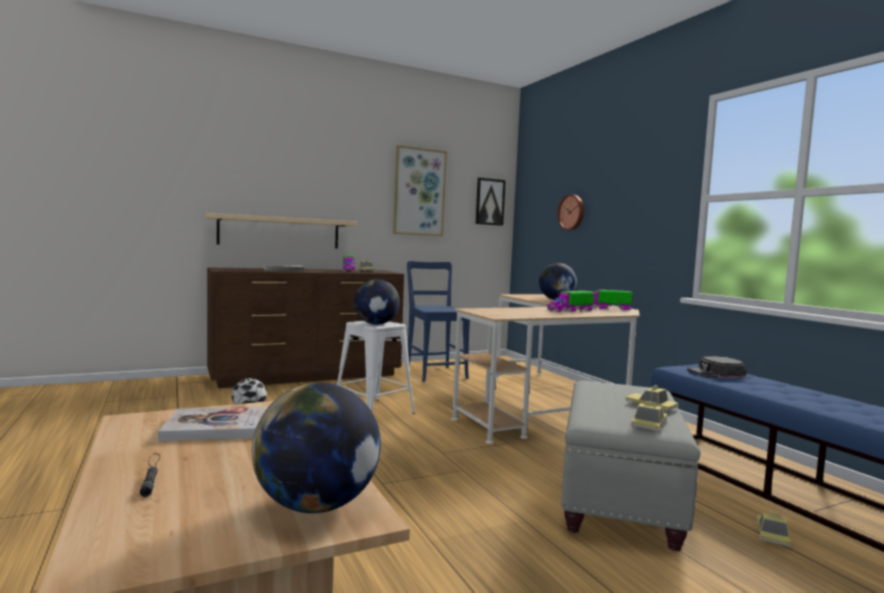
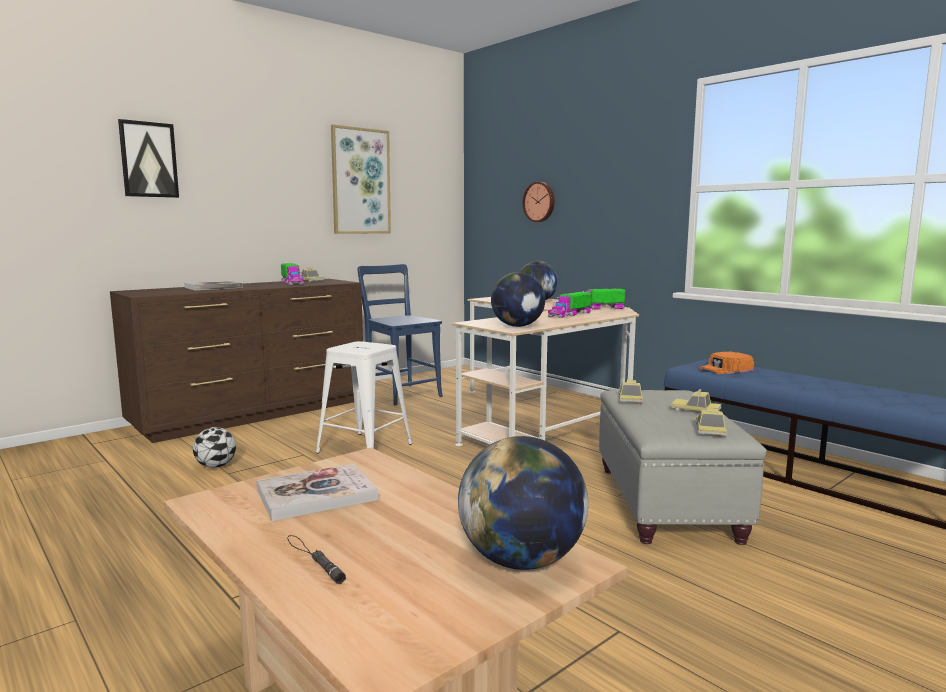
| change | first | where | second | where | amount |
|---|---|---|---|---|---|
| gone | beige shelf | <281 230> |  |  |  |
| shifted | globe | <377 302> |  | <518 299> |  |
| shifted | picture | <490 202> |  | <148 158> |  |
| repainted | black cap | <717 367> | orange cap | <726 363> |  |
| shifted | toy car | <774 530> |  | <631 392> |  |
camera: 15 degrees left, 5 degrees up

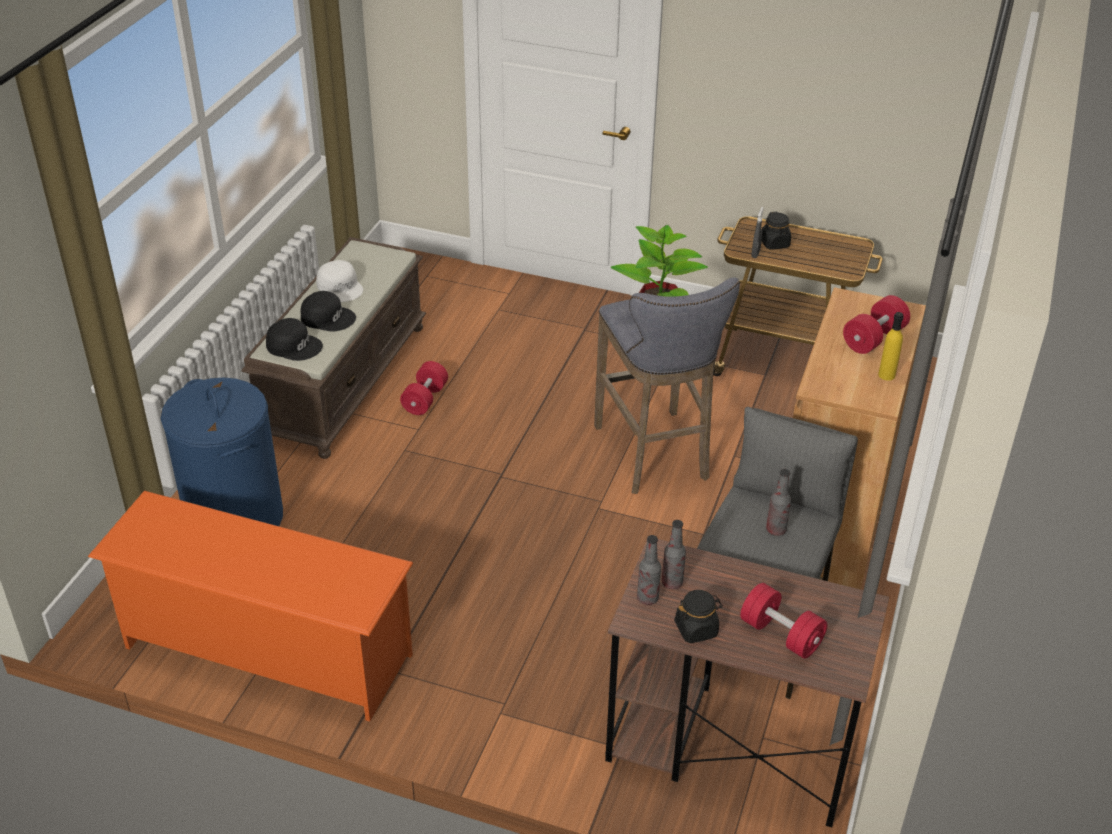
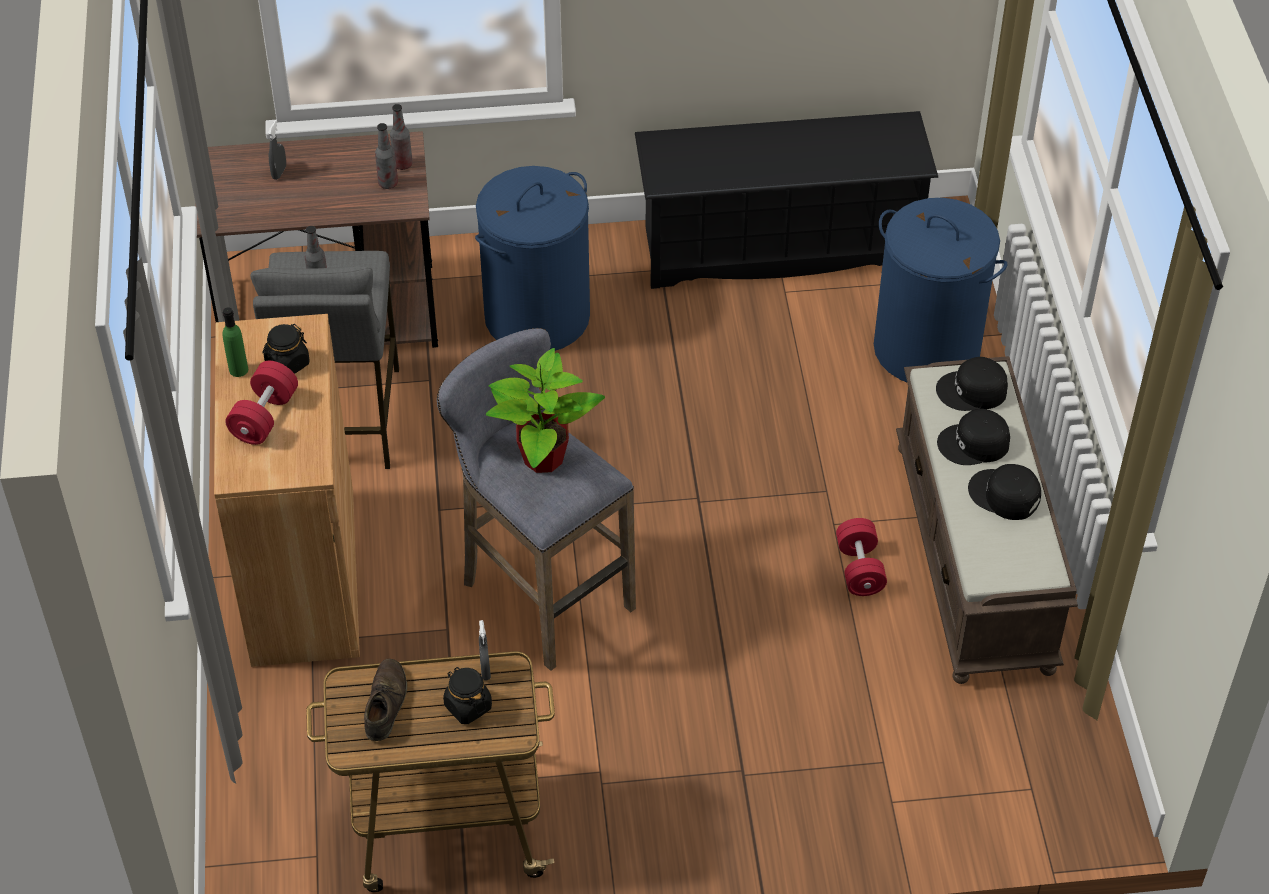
| change | first | where | second | where | amount |
|---|---|---|---|---|---|
| repainted | orange shoe rack | <250 606> | black shoe rack | <786 200> |  |
| repainted | white cap | <339 281> | black cap | <1004 492> |  |
| shifted | black jar | <698 616> |  | <286 349> |  |
| swapped | red dumbbell | <784 621> | grey spray bottle | <277 149> |  |
| repainted | yellow bottle | <891 346> | green bottle | <235 342> |  |
| new |  |  | brown shoe | <385 700> |  |
| new |  |  | blue laundry basket | <532 258> |  |
camera: 155 degrees right, 10 degrees up

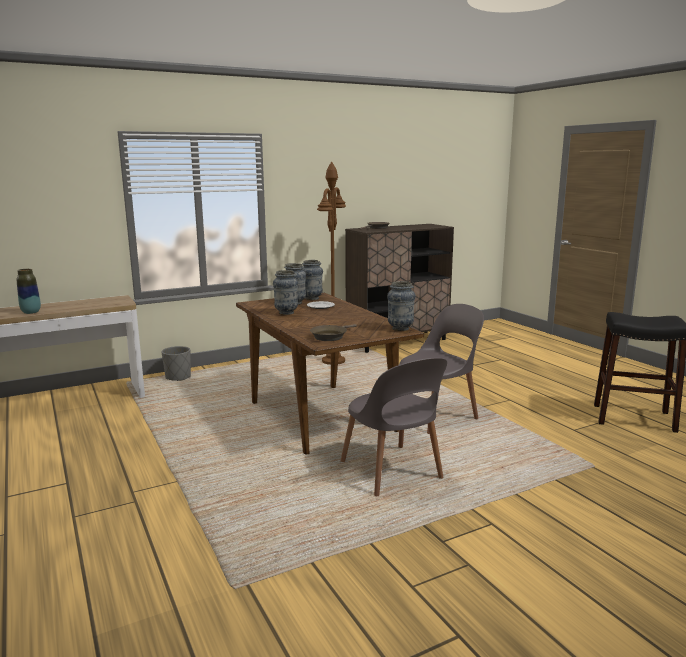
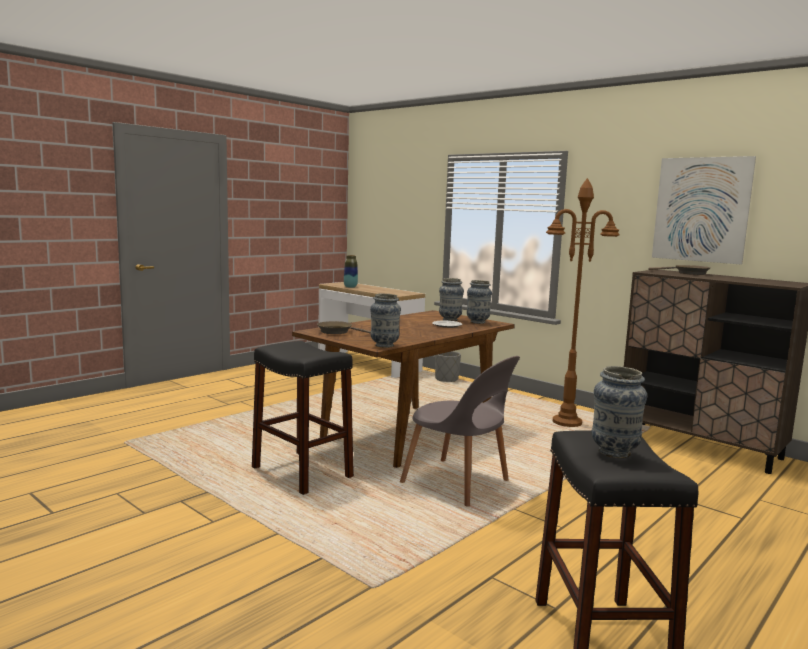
| change | first | where | second | where | amount |
|---|---|---|---|---|---|
| shifted | vase | <285 292> |  | <619 412> |  |
| swapped | grey chair | <394 427> | black stool | <303 418> |  |
| new |  |  | picture | <704 210> |  |
camera: 70 degrees right, 5 degrees down

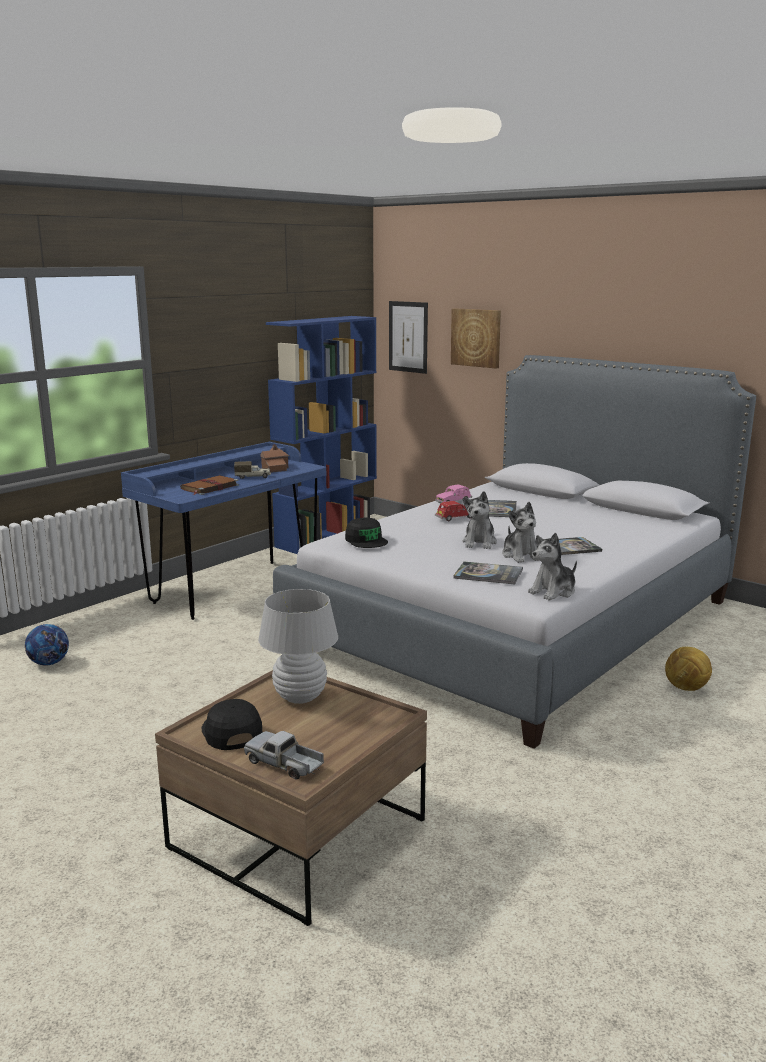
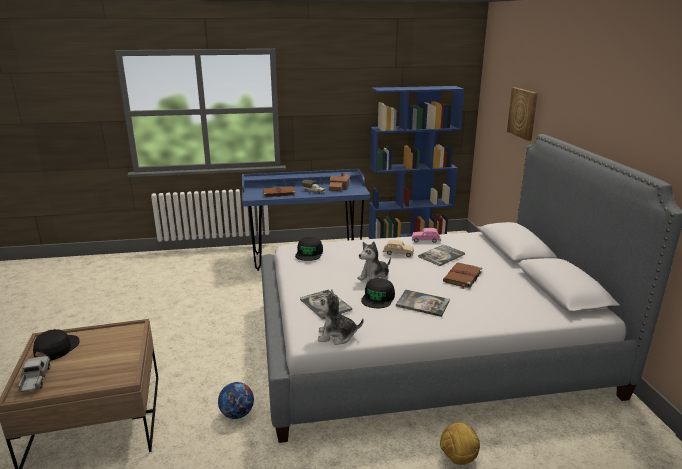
| change | first | where | second | where | amount |
|---|---|---|---|---|---|
| shifted | football | <47 645> |  | <236 400> |  |
| gone | white table lamp | <298 646> |  |  |  |
| gone | picture | <408 337> |  |  |  |
| repainted | red toy car | <453 511> | beige toy car | <398 248> |  |
| swapped | plush toy | <520 532> | black cap | <378 293> |  |
| new |  |  | brown book | <462 276> |  |
camera: 40 degrees right, 5 degrees up

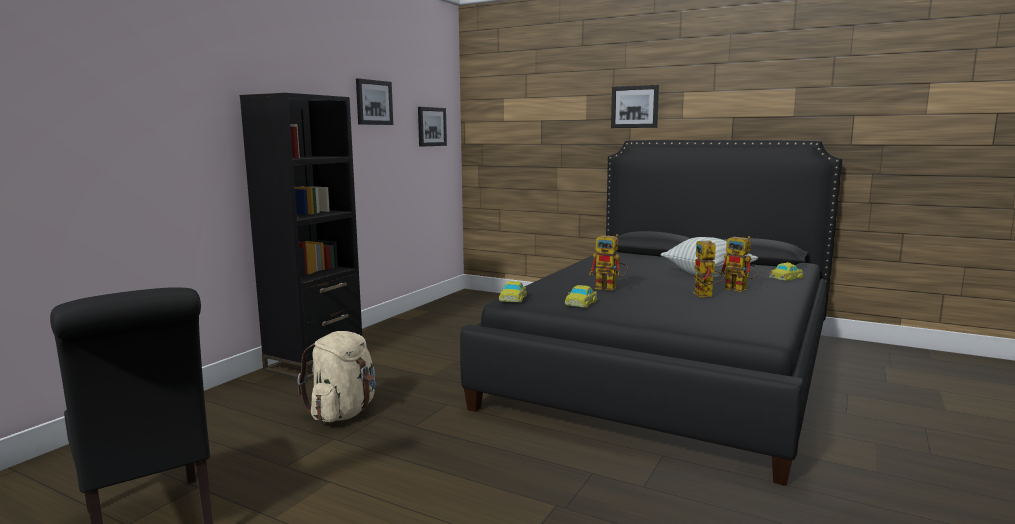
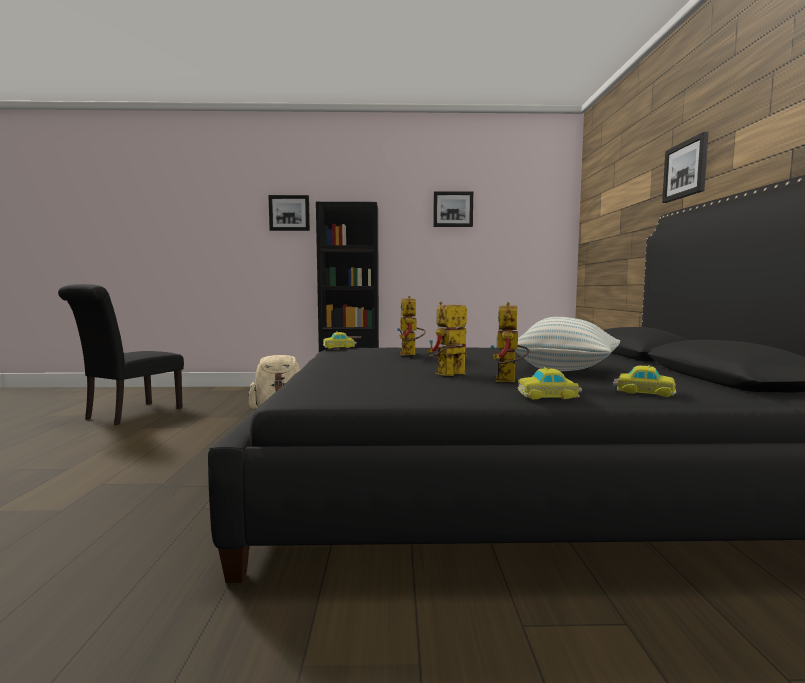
| change | first | where | second | where | amount |
|---|---|---|---|---|---|
| shifted | picture | <432 127> |  | <289 213> |  |
| shifted | toy car | <581 296> |  | <550 383> |  |
camera: 60 degrees right, 5 degrees down

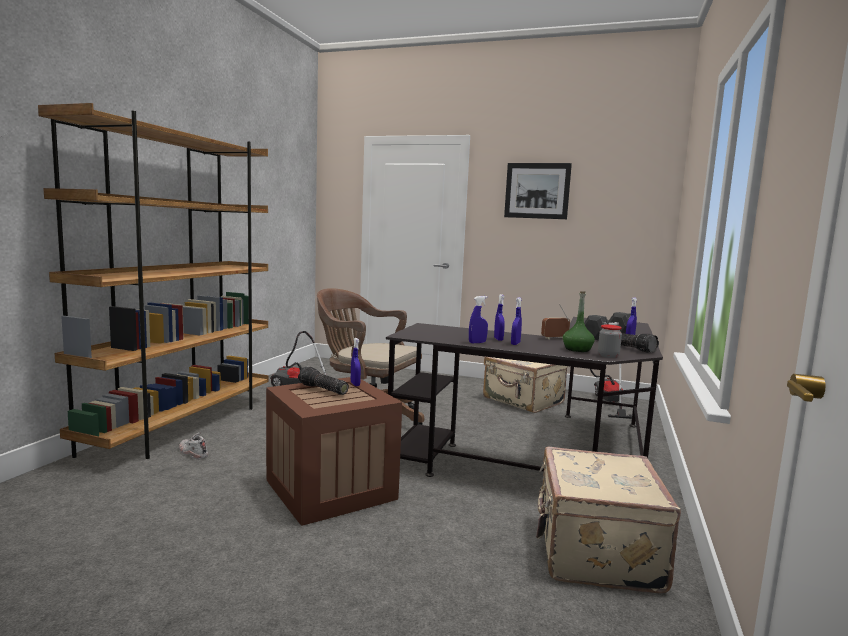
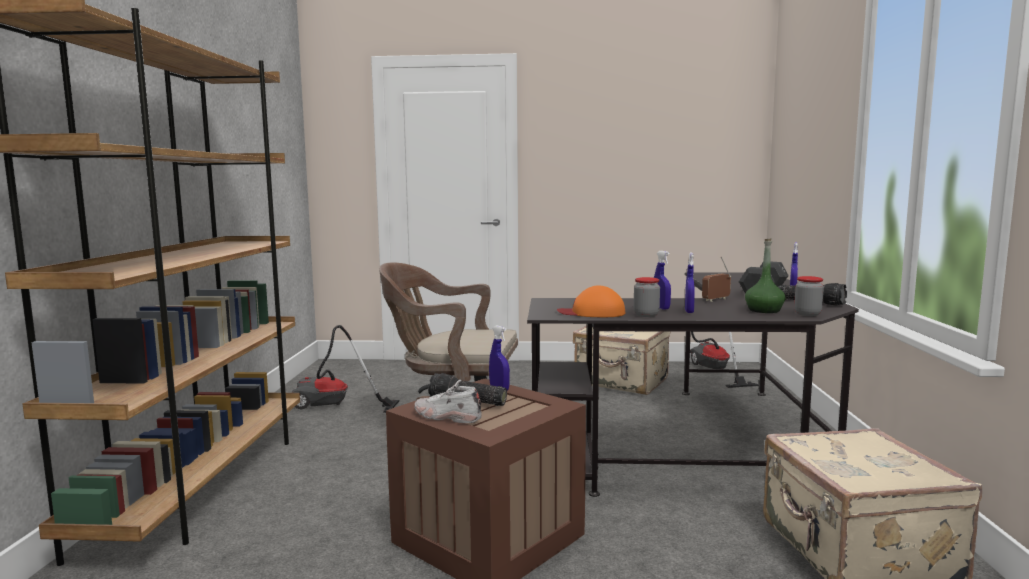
| change | first | where | second | where | amount |
|---|---|---|---|---|---|
| shifted | white shoe | <193 446> |  | <448 401> |  |
| swapped | blue spray bottle | <478 319> | jar | <647 297> |  |
| gone | picture | <538 191> |  |  |  |
| new |  |  | orange cap | <591 301> |  |
camera: 15 degrees left, 0 degrees up

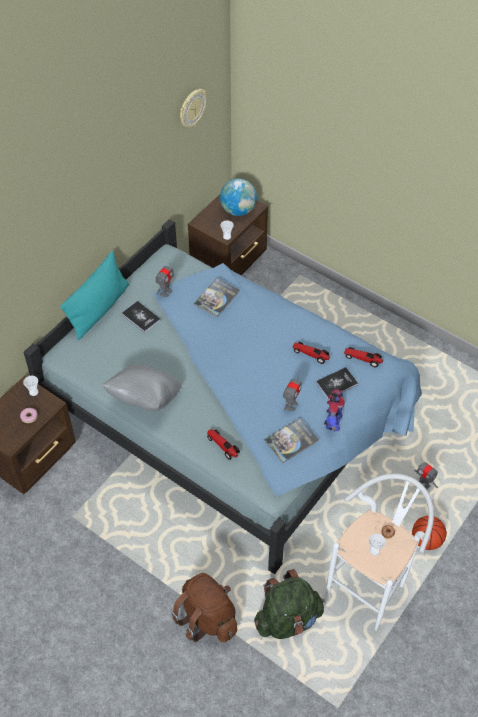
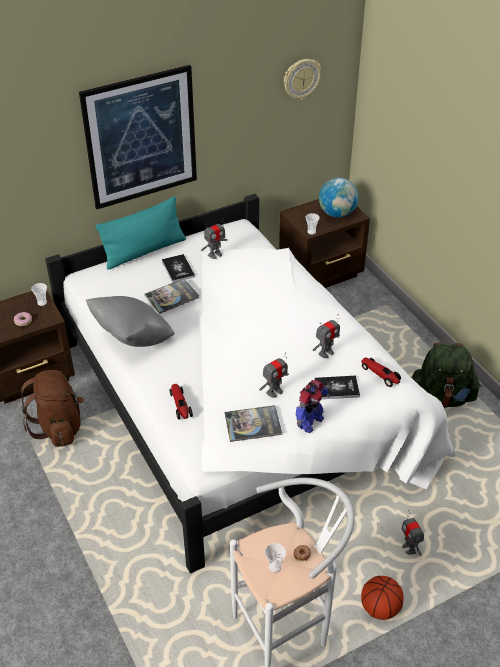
| change | first | where | second | where | amount |
|---|---|---|---|---|---|
| repainted | blue bed | <223 396> | white bed | <250 383> |  |
| shifted | brown backpack | <204 607> |  | <52 408> |  |
| shifted | book | <217 297> |  | <172 296> |  |
| shifted | green backpack | <289 604> |  | <446 375> |  |
| swapped | toy car | <311 353> | toy robot | <326 336> |  |
| new |  |  | picture | <138 137> |  |
camera: 25 degrees right, 10 degrees down

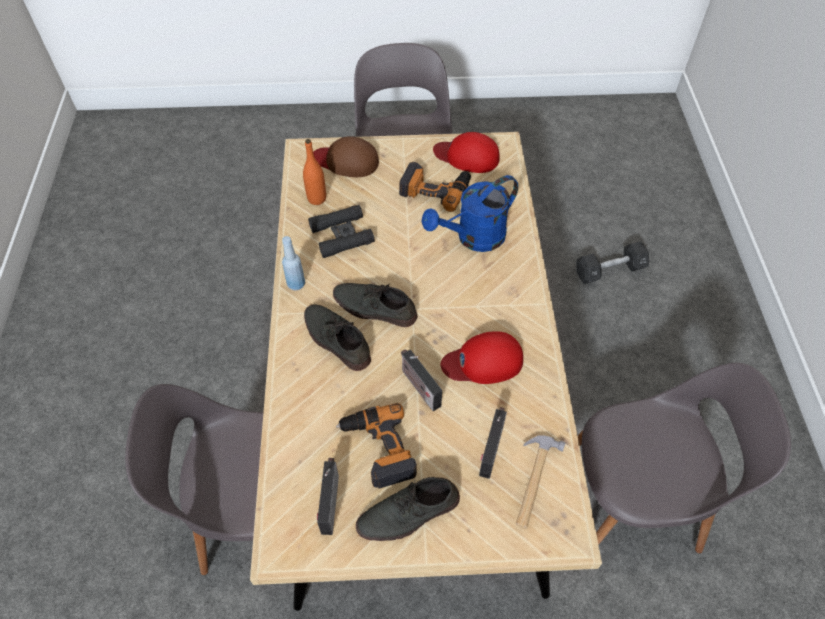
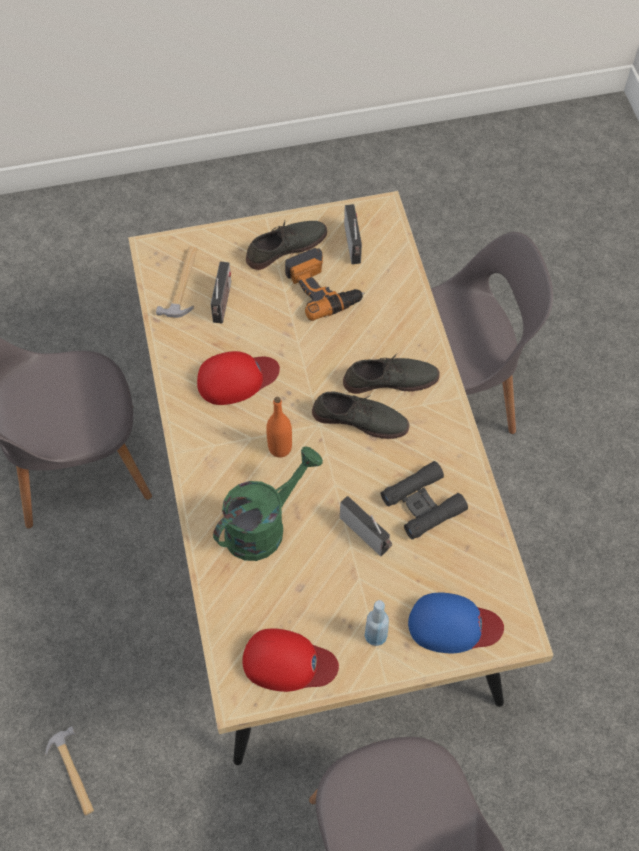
| change | first | where | second | where | amount |
|---|---|---|---|---|---|
| shifted | blue bottle | <293 263> |  | <377 623> |  |
| shifted | orange bottle | <314 172> |  | <279 427> |  |
| rotated | grey shoe | <337 337> |  | <391 373> | 45 degrees counterclockwise |
| repainted | brown cap | <346 156> | blue cap | <456 623> |  |
| gone | power drill | <435 187> |  |  |  |
| shifted | radio | <421 380> |  | <366 526> |  |
| repainted | blue watering can | <469 213> | green watering can | <268 503> |  |
| swapped | black dumbbell | <612 262> | hammer | <69 770> |  |
camera: 170 degrees right, 5 degrees up

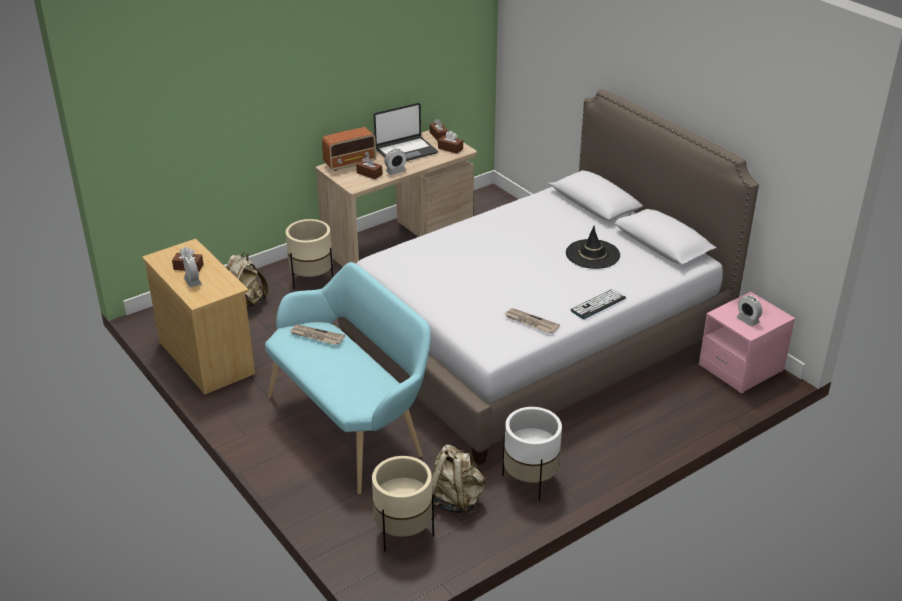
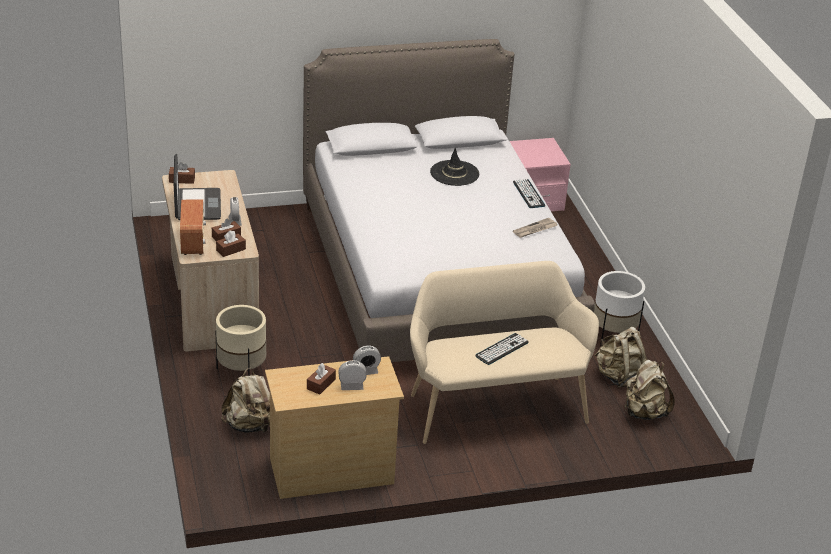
| change | first | where | second | where | amount |
|---|---|---|---|---|---|
| repainted | turquoise bench | <348 378> | beige bench | <504 352> |  |
| gone | newspaper | <317 335> |  |  |  |
| swapped | beige planter | <403 504> | beige backpack | <650 390> |  |
| shifted | brown tissue box | <450 142> |  | <231 243> |  |
| shifted | alarm clock | <749 310> |  | <367 360> |  |
| new |  |  | keyboard | <502 349> |  |
camera: 70 degrees left, 0 degrees up

